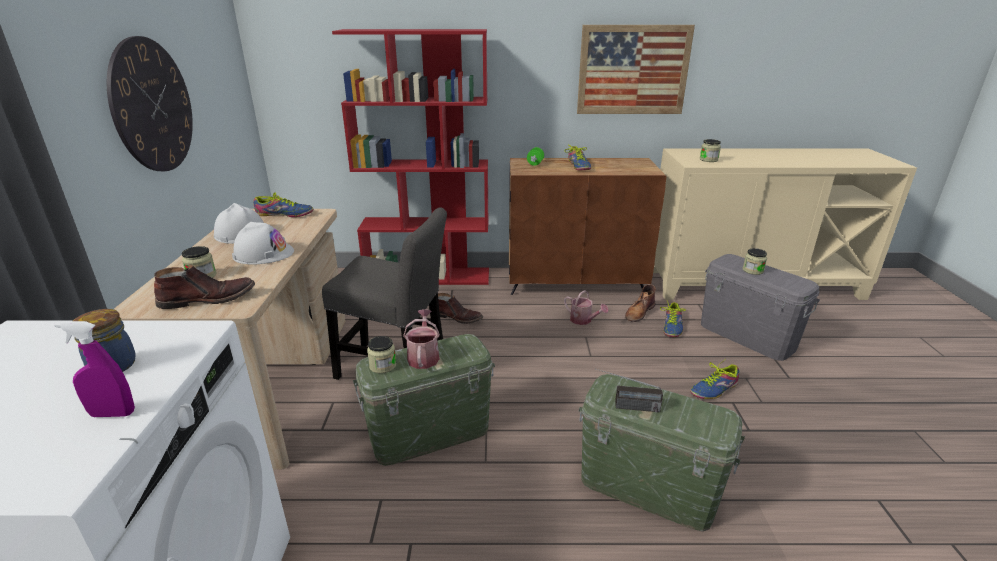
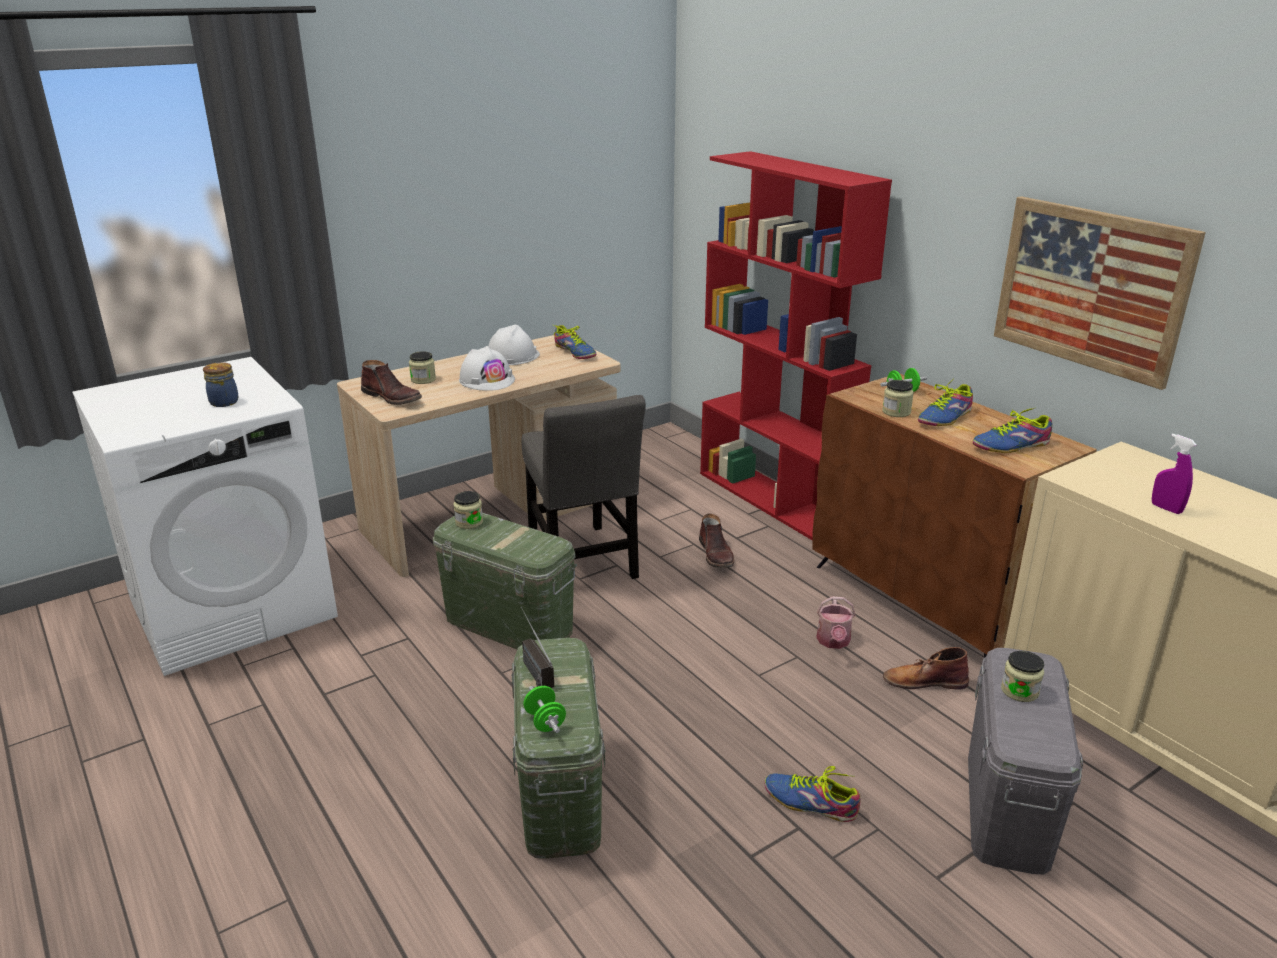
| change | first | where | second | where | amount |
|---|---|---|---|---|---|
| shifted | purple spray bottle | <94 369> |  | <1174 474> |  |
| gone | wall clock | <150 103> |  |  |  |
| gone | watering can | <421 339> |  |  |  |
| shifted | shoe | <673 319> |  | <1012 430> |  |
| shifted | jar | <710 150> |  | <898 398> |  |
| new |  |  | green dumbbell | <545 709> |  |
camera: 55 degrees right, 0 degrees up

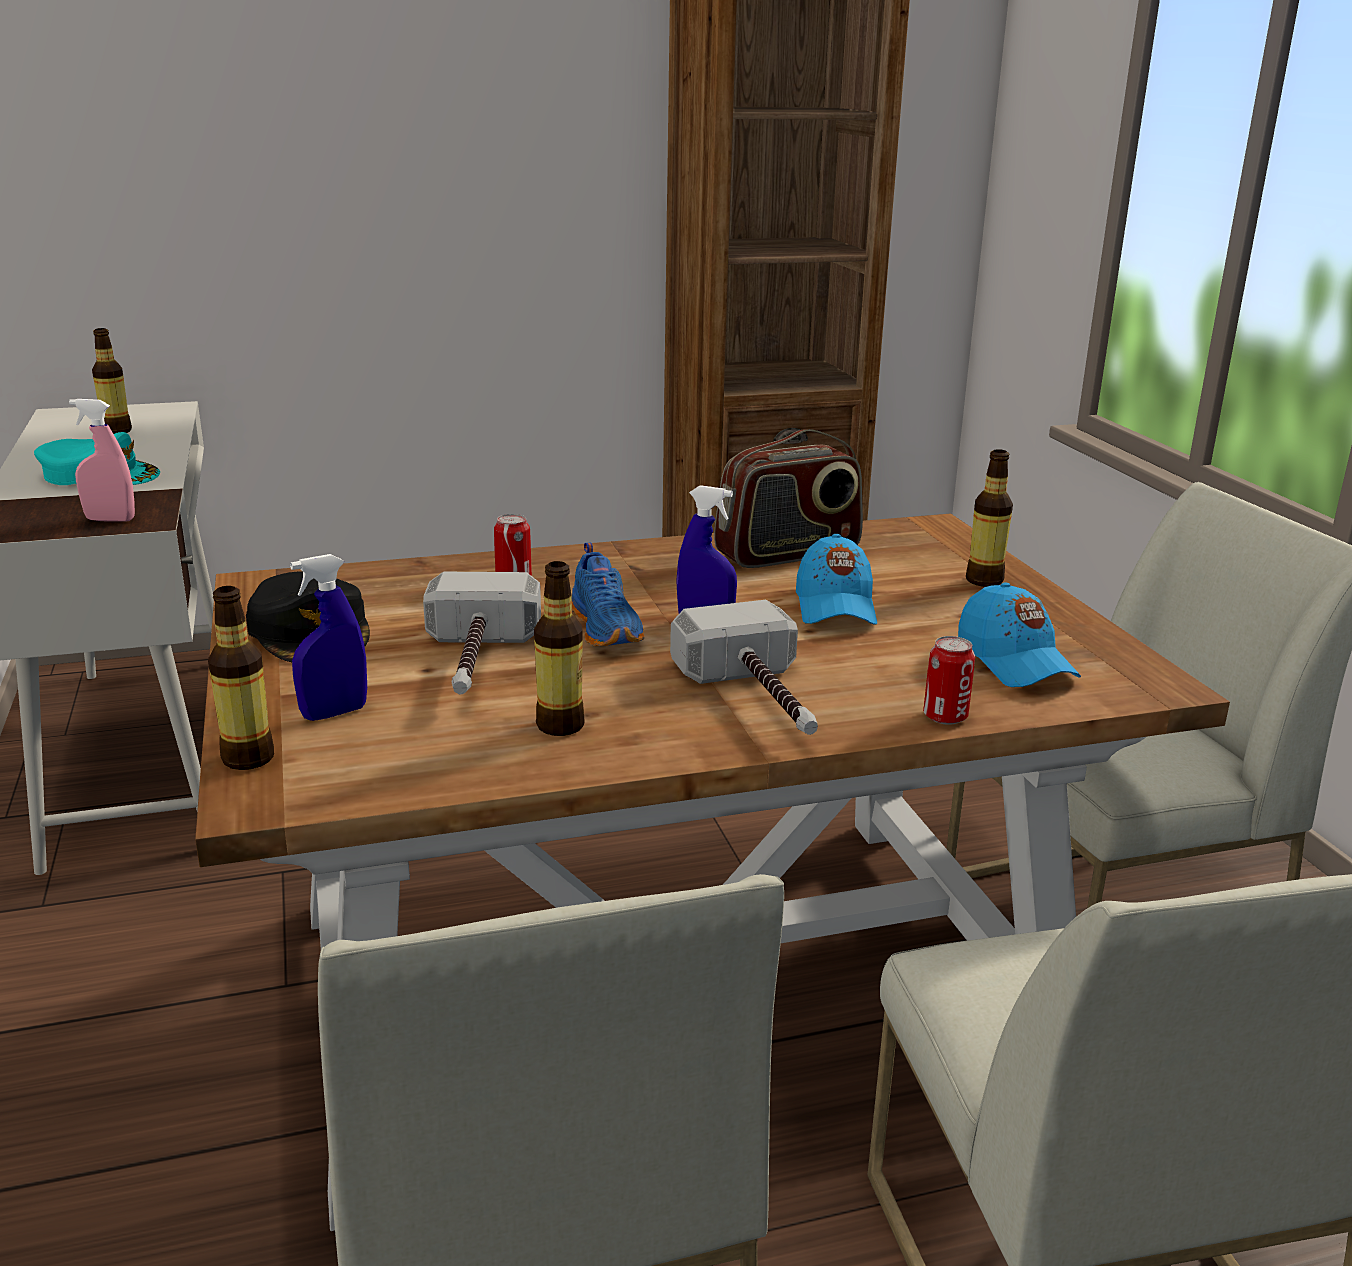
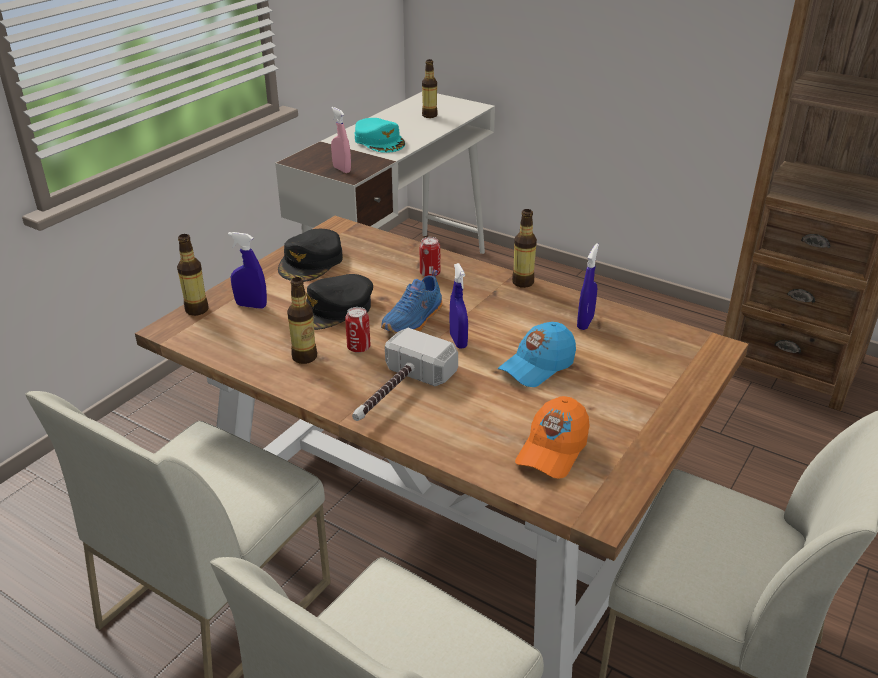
| change | first | where | second | where | amount |
|---|---|---|---|---|---|
| swapped | hammer | <482 633> | black cap | <339 302> |  |
| swapped | radio | <788 498> | blue spray bottle | <588 286> |  |
| shifted | can | <949 680> |  | <358 330> |  |
| repainted | blue cap | <1019 635> | orange cap | <552 437> |  |
| shifted | bottle | <989 518> |  | <524 248> |  |
camera: 50 degrees right, 10 degrees up

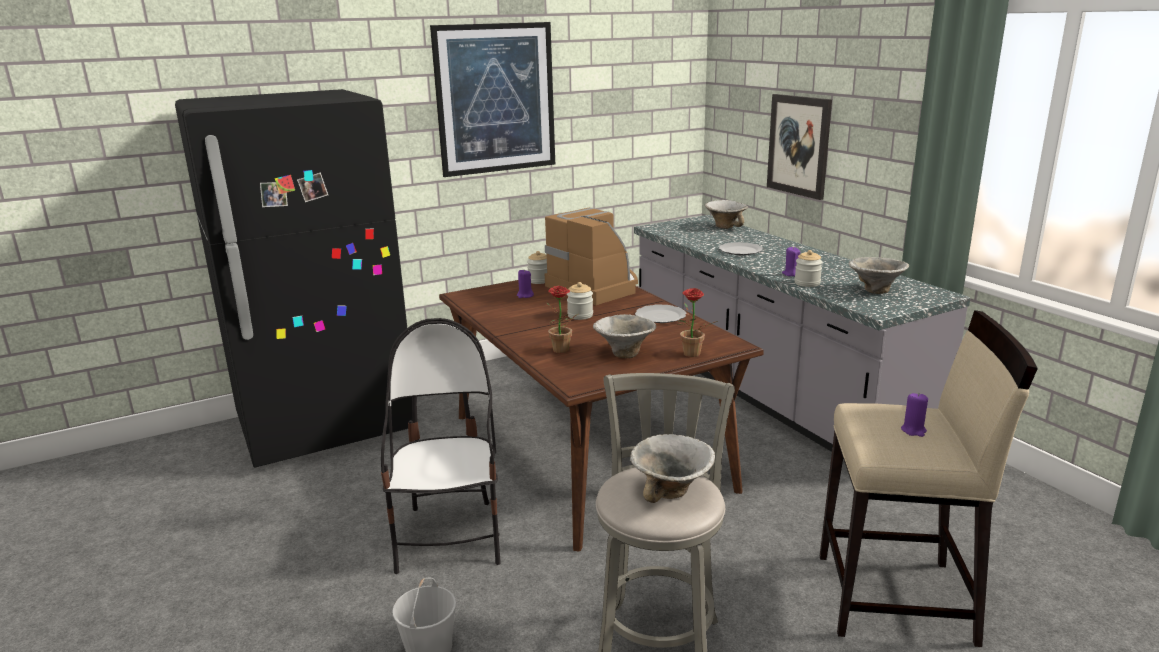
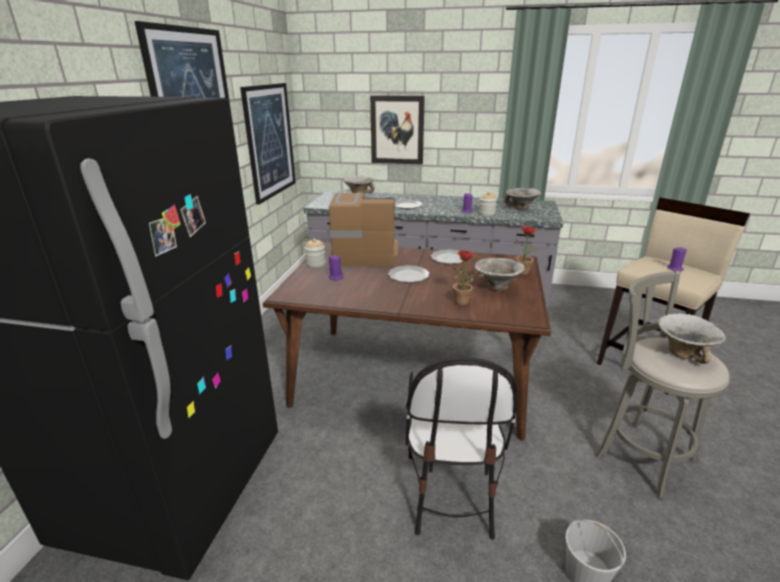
| change | first | where | second | where | amount |
|---|---|---|---|---|---|
| rotated | chair | <441 446> |  | <461 449> | 120 degrees counterclockwise |
| swapped | jar | <580 301> | plate | <409 274> |  |
| new |  |  | picture | <268 144> |  |
camera: 50 degrees left, 5 degrees up

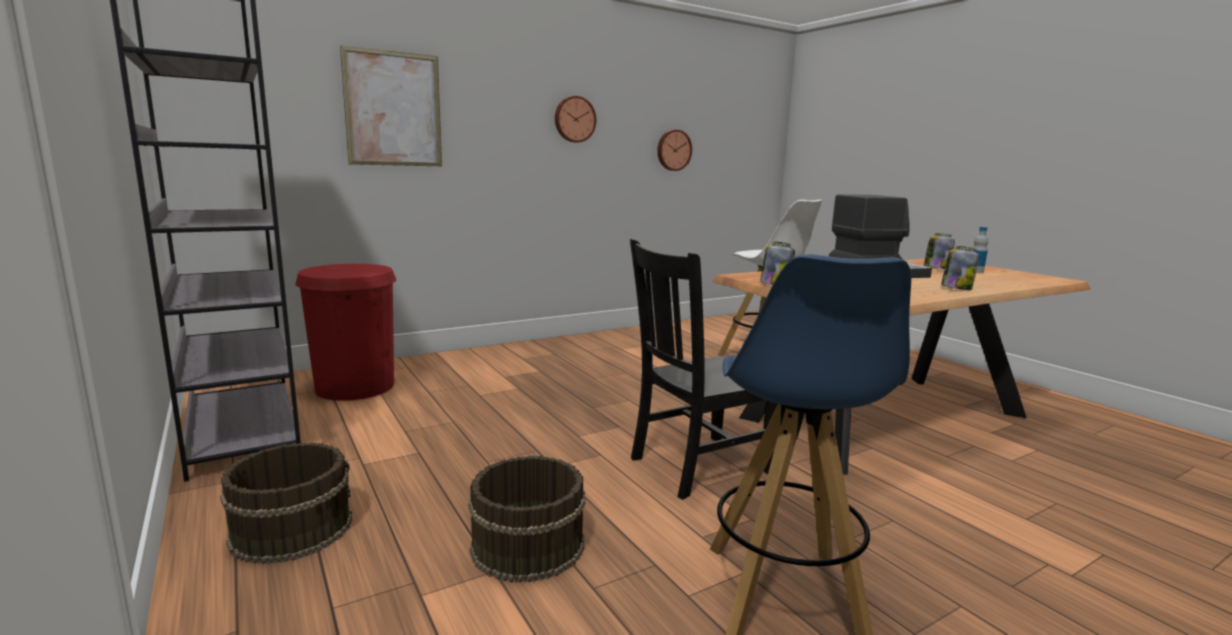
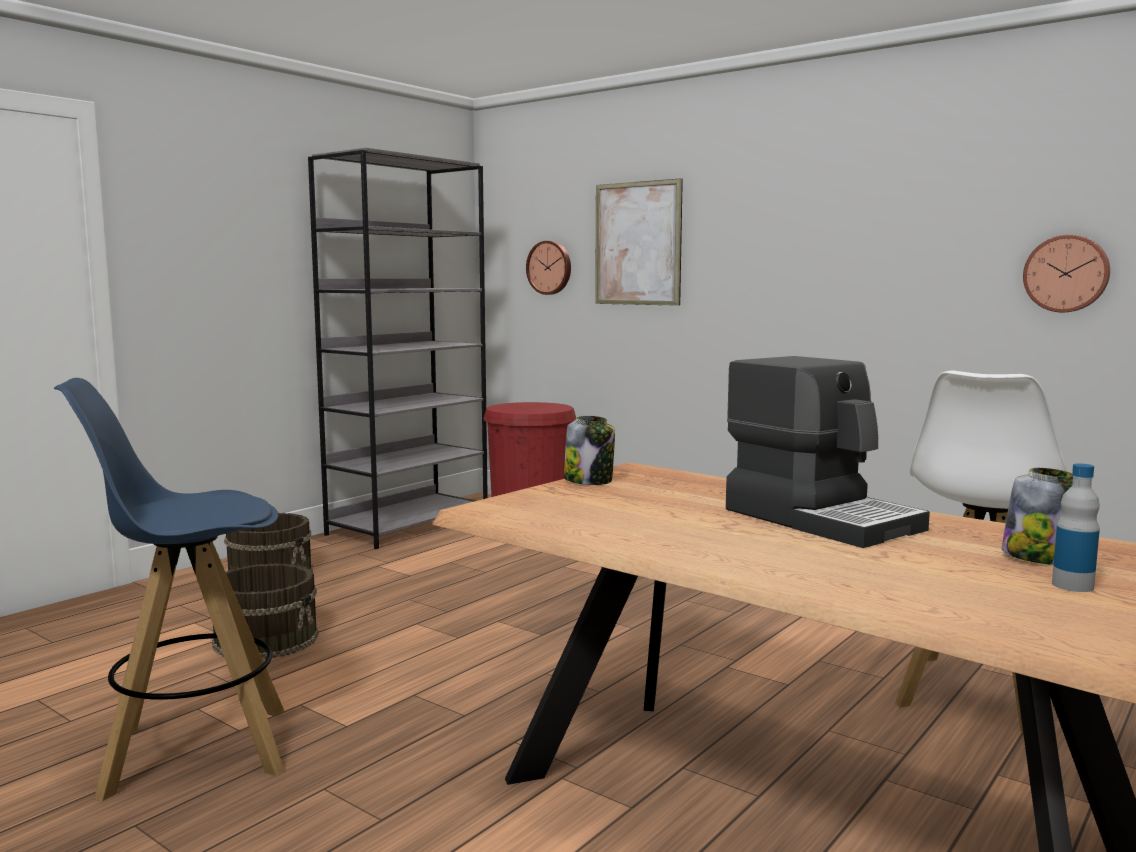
| change | first | where | second | where | amount |
|---|---|---|---|---|---|
| shifted | wall clock | <575 119> |  | <548 268> |  |
| gone | black chair | <703 369> |  |  |  |
| gone | jar | <960 268> |  |  |  |
camera: 70 degrees right, 5 degrees down

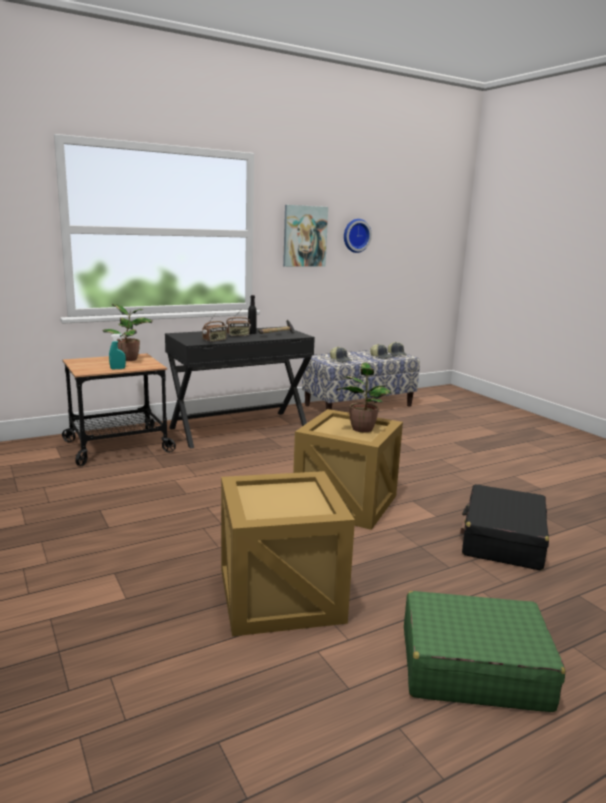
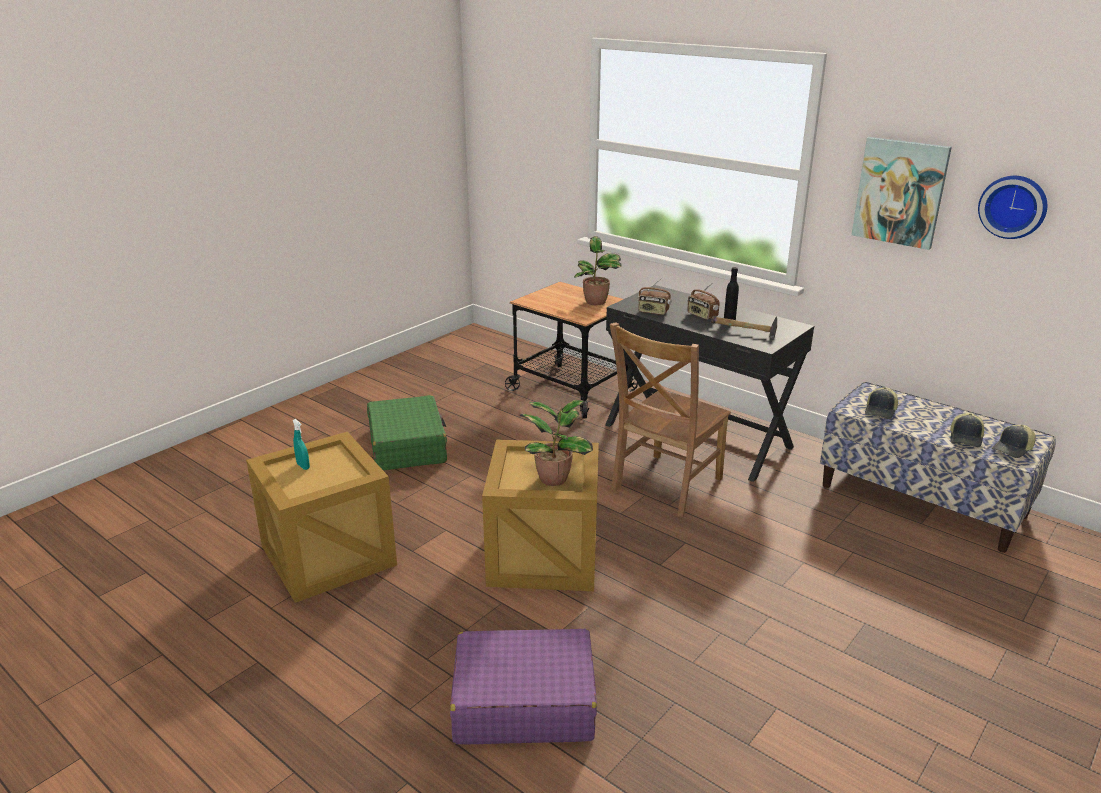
| change | first | where | second | where | amount |
|---|---|---|---|---|---|
| shifted | turquoise spray bottle | <117 351> |  | <301 444> |  |
| shifted | green suitcase | <484 651> |  | <407 432> |  |
| repainted | black suitcase | <504 527> | purple suitcase | <523 686> |  |
| new |  |  | brown chair | <670 419> |  |
camera: 70 degrees right, 10 degrees up

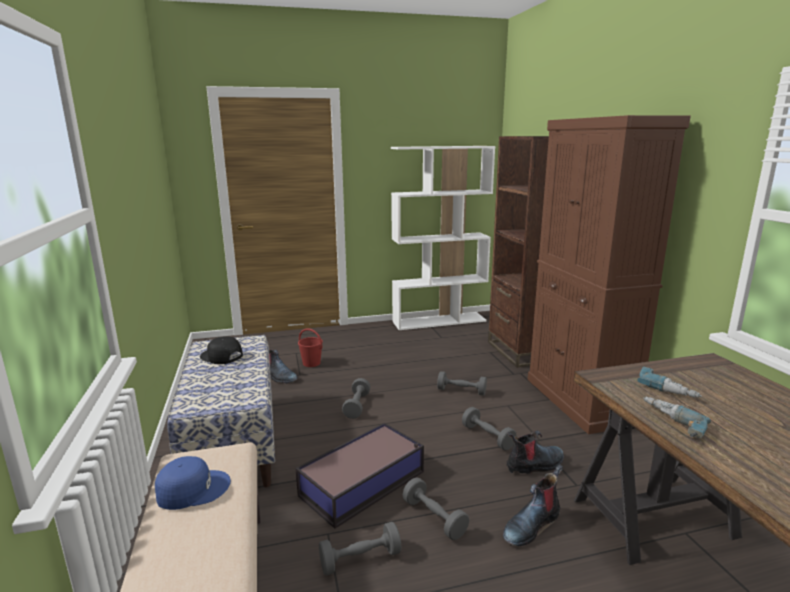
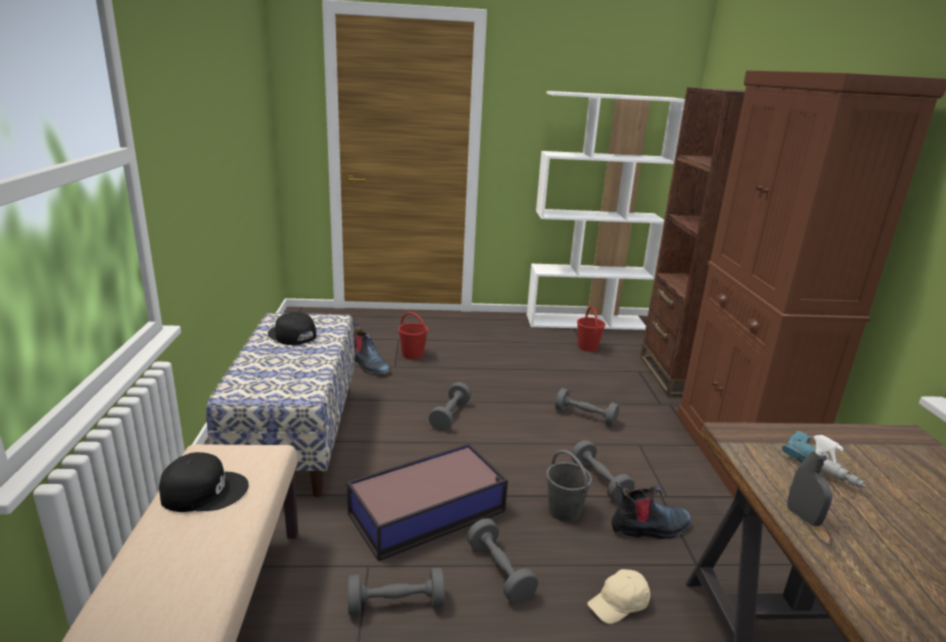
| change | first | where | second | where | amount |
|---|---|---|---|---|---|
| repainted | blue cap | <193 483> | black cap | <204 482> |  |
| swapped | boot | <533 505> | beige cap | <618 596> |  |
| swapped | power drill | <677 417> | grey spray bottle | <815 480> |  |
| new |  |  | grey bucket | <569 486> |  |
| new |  |  | red bucket | <591 329> |  |
camera: 10 degrees right, 5 degrees up

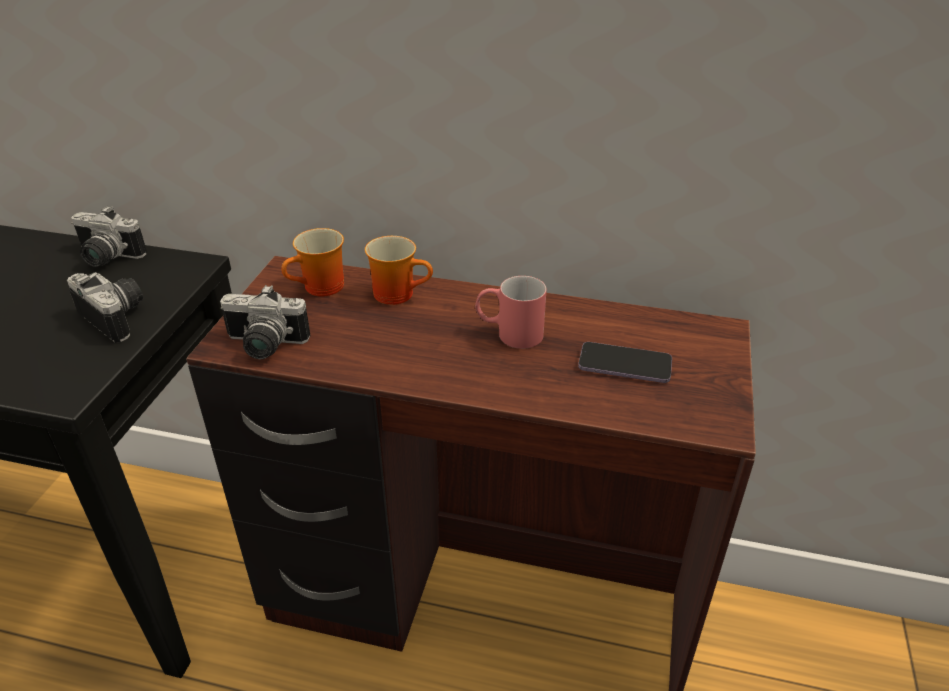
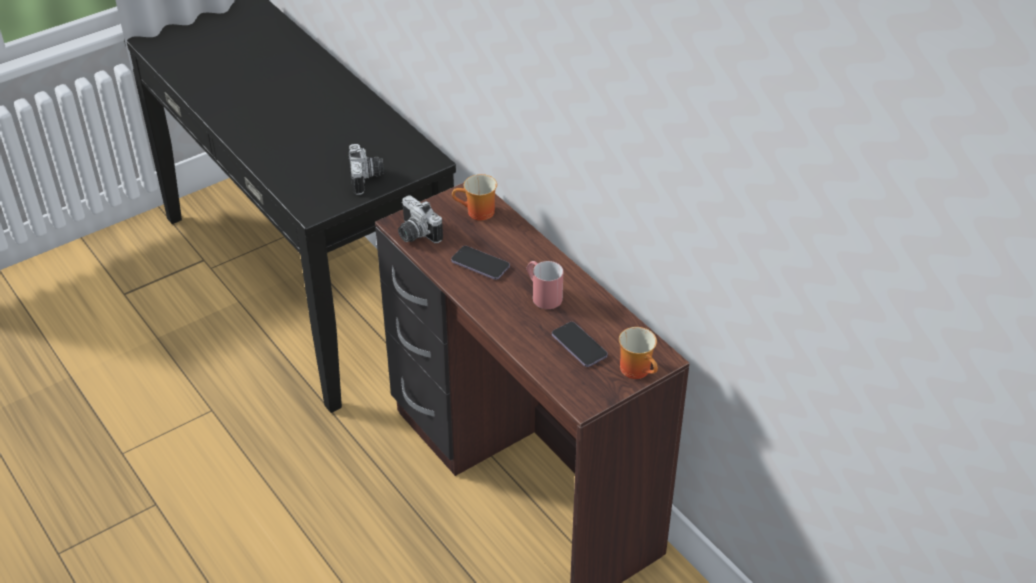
| change | first | where | second | where | amount |
|---|---|---|---|---|---|
| gone | photo camera | <109 236> |  |  |  |
| shifted | mug | <399 270> |  | <638 353> |  |
| new |  |  | phone | <480 263> |  |
camera: 40 degrees right, 5 degrees up

